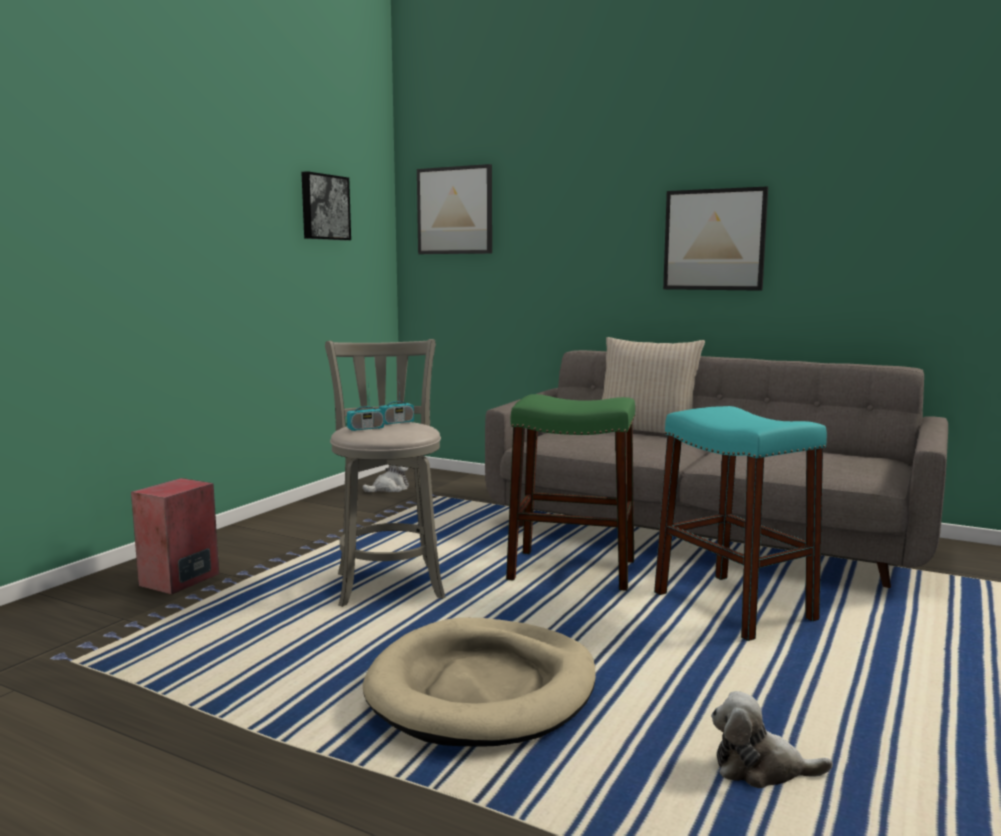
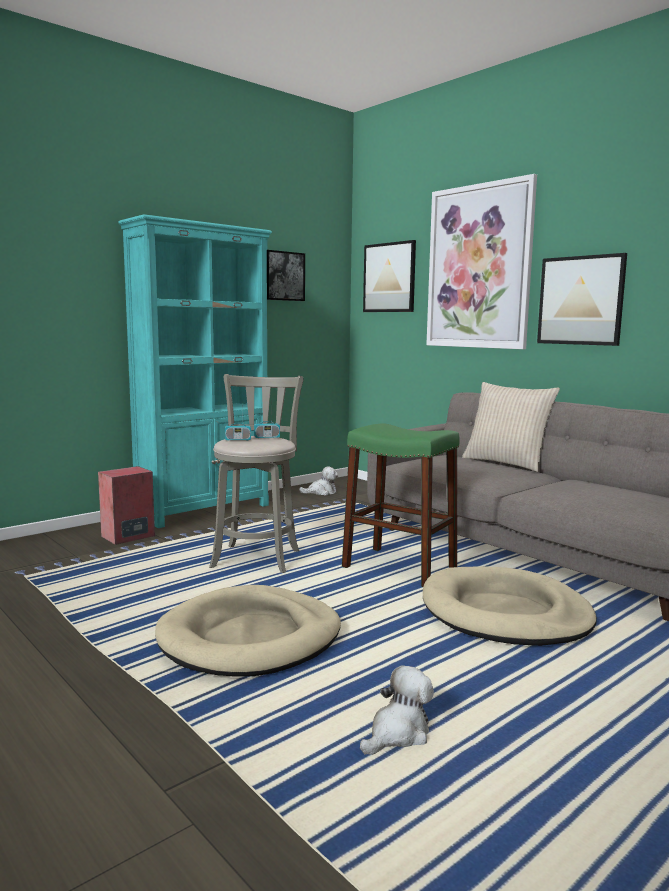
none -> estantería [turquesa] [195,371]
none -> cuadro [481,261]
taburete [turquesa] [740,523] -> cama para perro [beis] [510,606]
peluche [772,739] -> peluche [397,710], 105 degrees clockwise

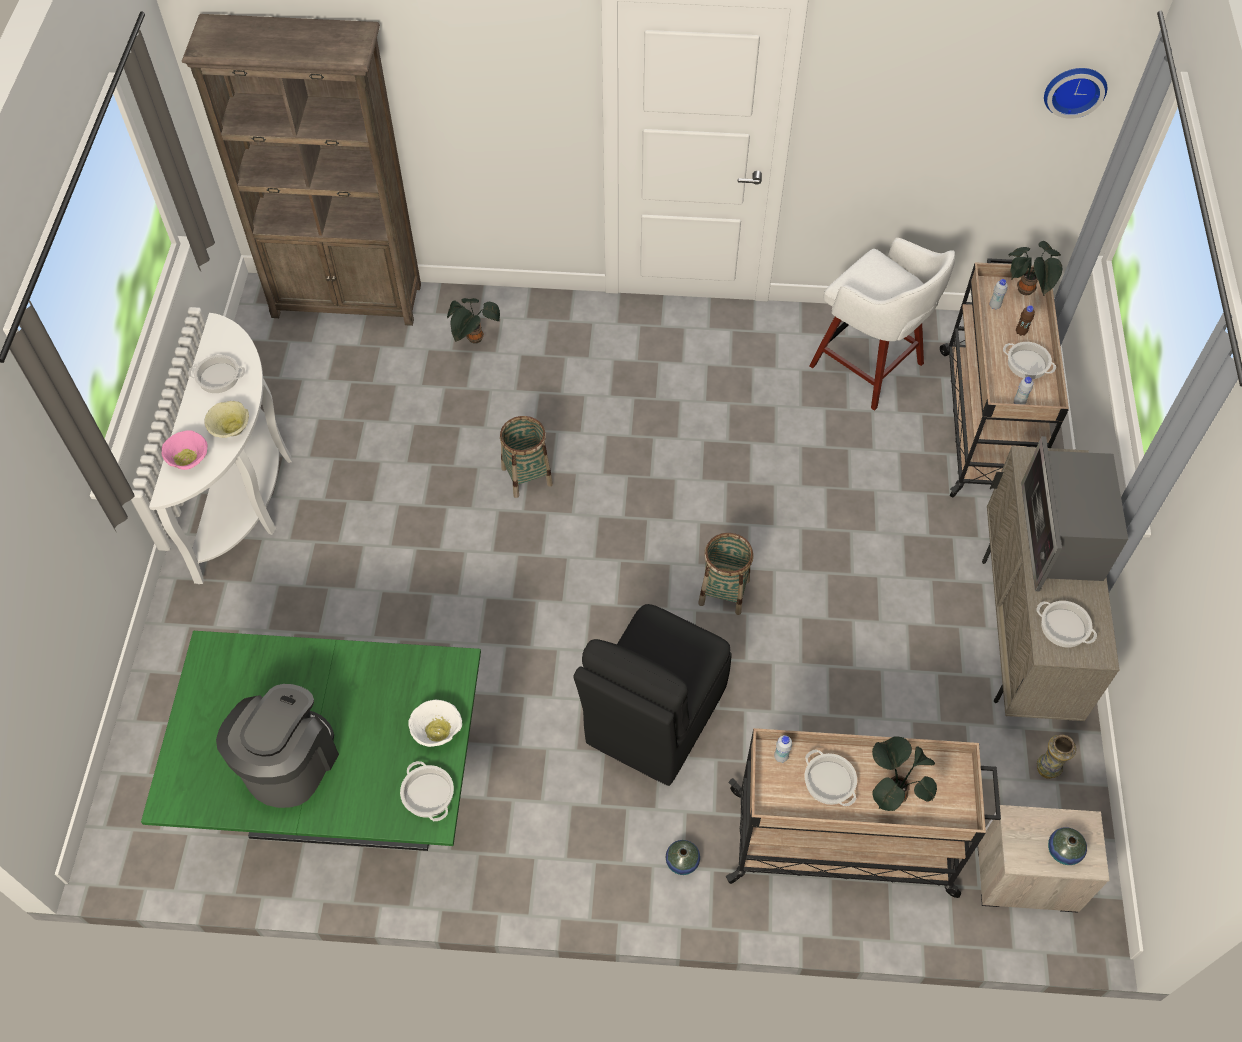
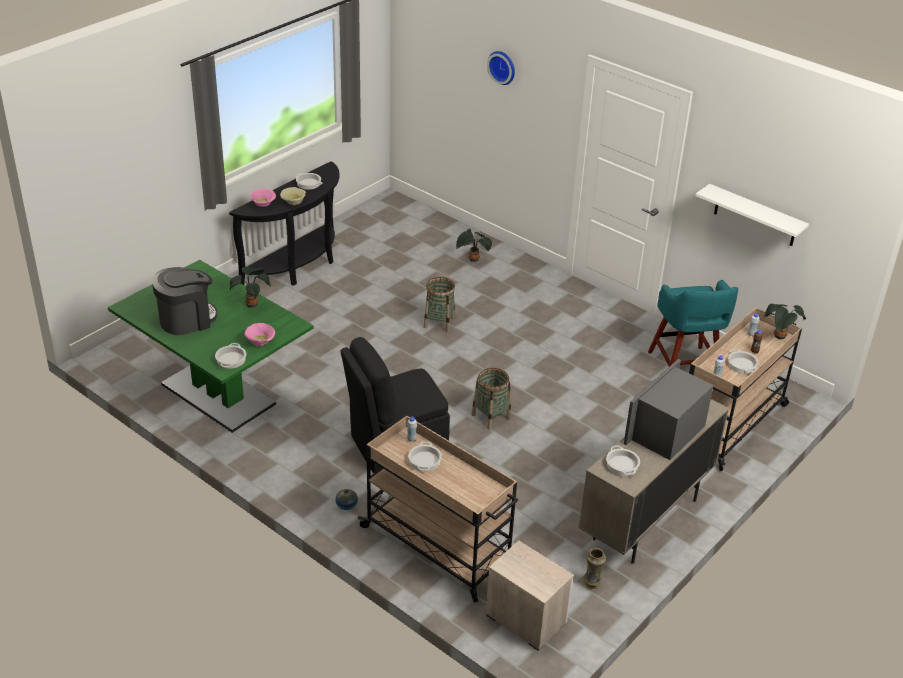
estantería [marrón] [301,170] -> none
florero [1067,846] -> none
none -> estante [blanco] [752,215]
planta en maceta [904,773] -> planta en maceta [250,287], moved
reloj de pared [1075,93] -> reloj de pared [501,68], moved
mesa consola [blanco] [220,448] -> mesa consola [negro] [284,223]
cuenco [blanco] [435,723] -> cuenco [rosa] [259,334]
taburete [blanco] [882,324] -> taburete [turquesa] [693,323]

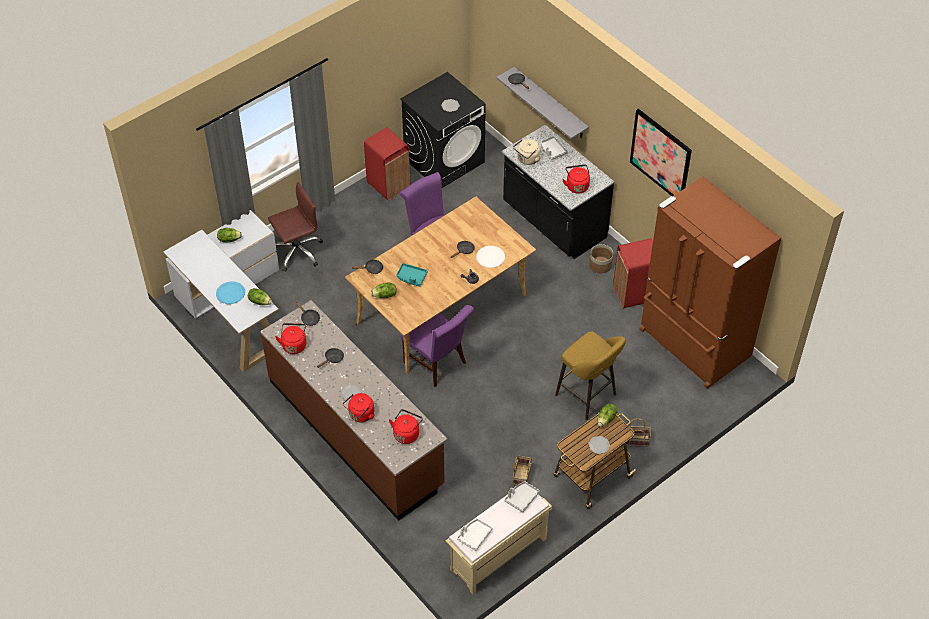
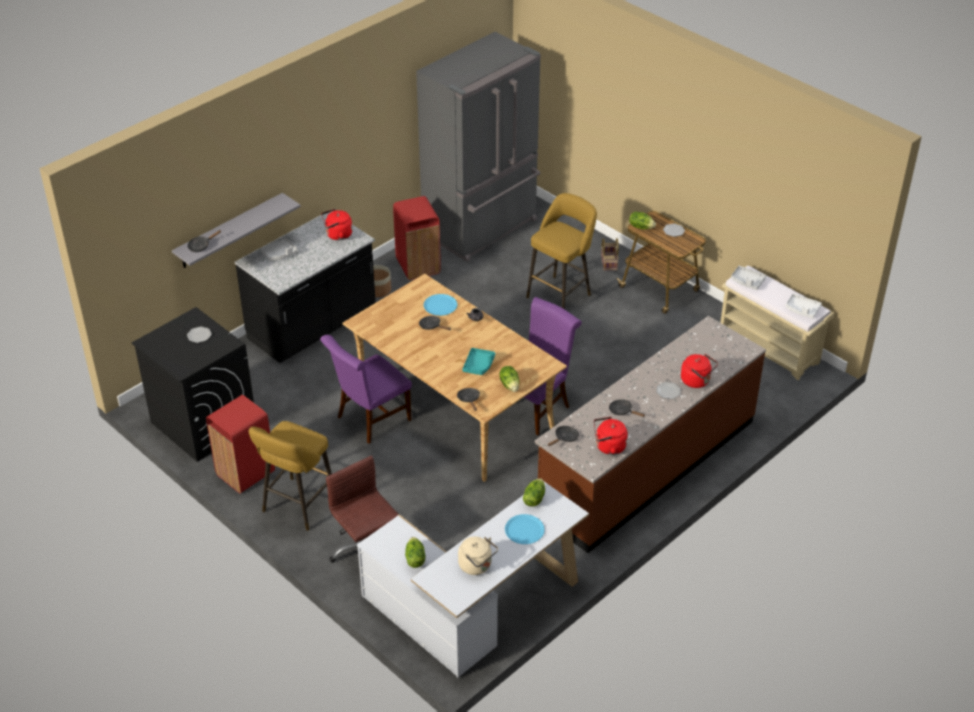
hervidor [rojo] [406,426] -> none
cesta [522,470] -> none
cuadro [661,152] -> none
none -> taburete [amarillo] [290,476]
hervidor [beis] [527,152] -> hervidor [beis] [478,556], moved
plato [blanco] [490,257] -> plato [azul] [440,305]
nevera [marrón] [710,283] -> nevera [gris] [478,147]

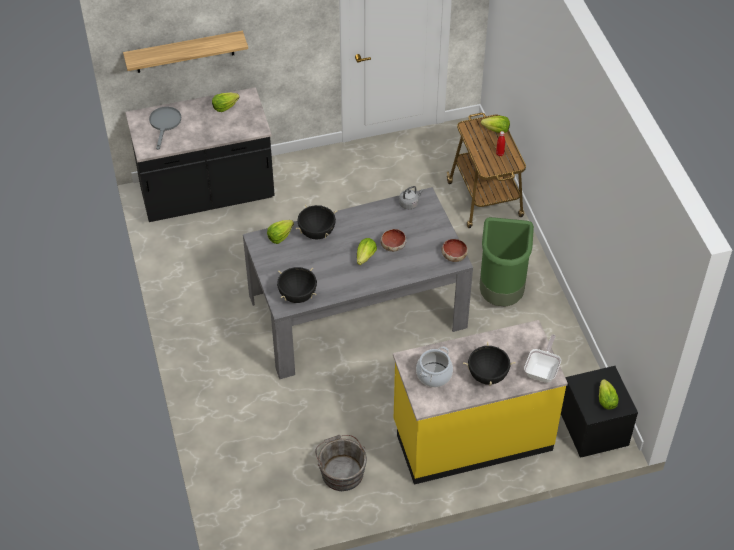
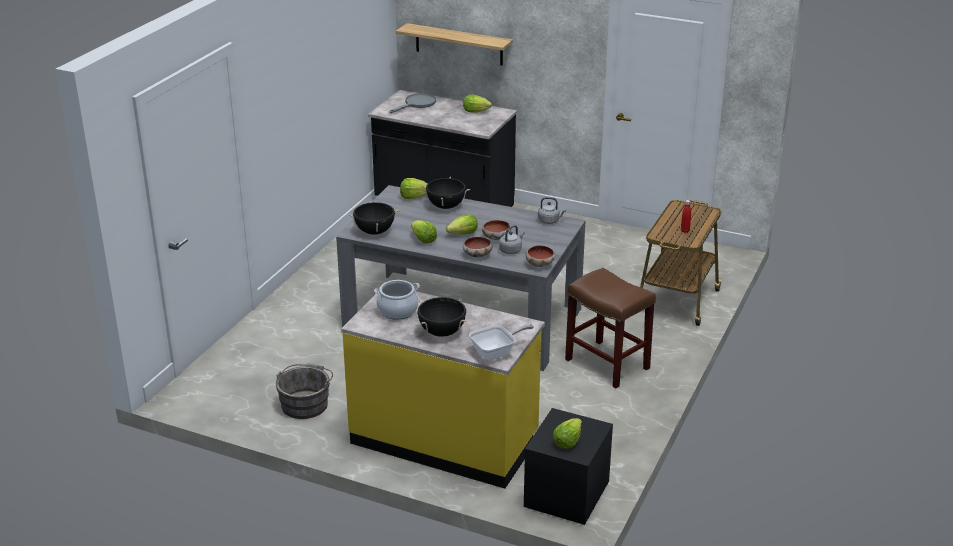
none -> cuenco [477,247]
none -> hervidor [gris] [511,239]
lechuga [495,124] -> lechuga [424,232], moved
papelera [verde] [507,262] -> taburete [marrón] [610,328]

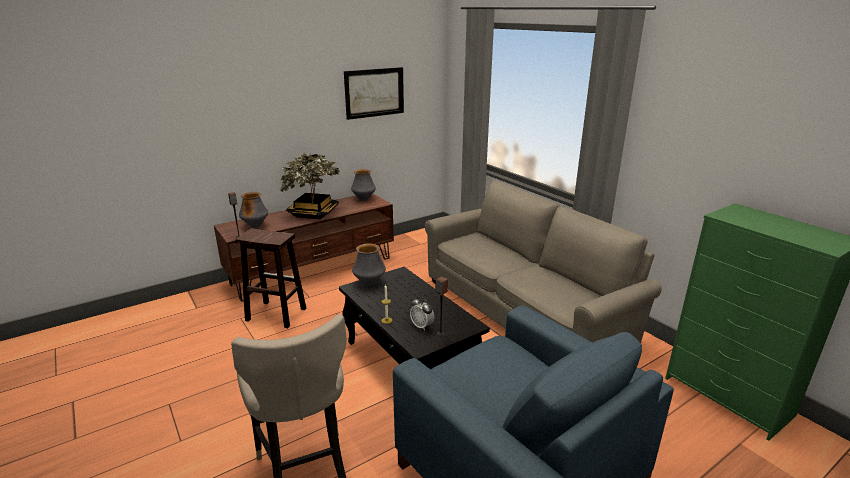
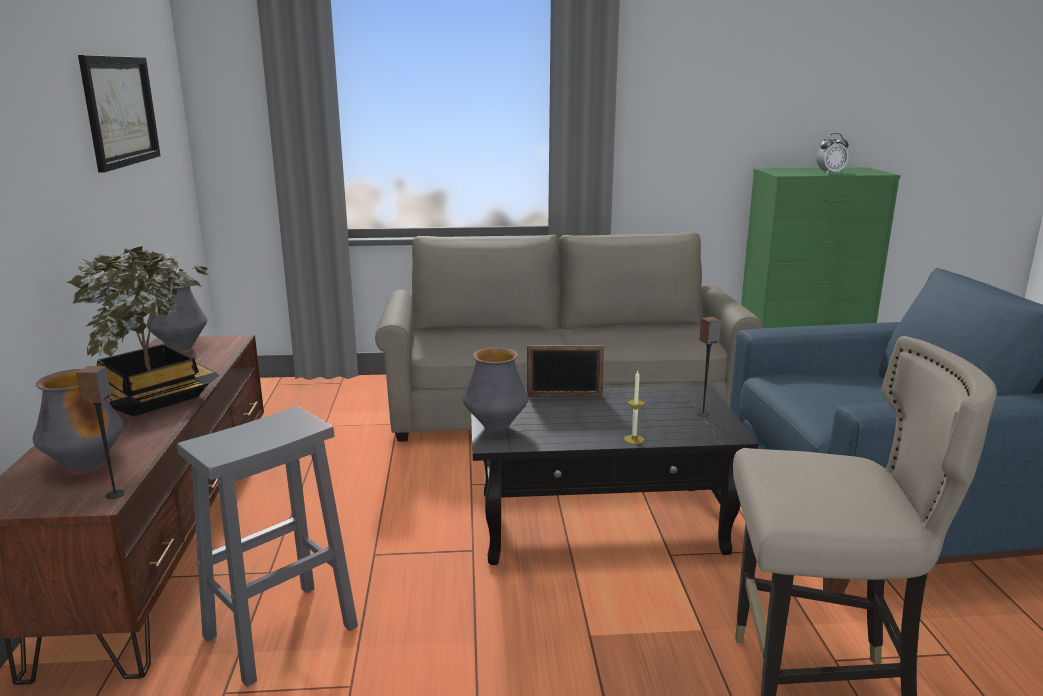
none -> portarretratos [565,371]
despertador [422,314] -> despertador [833,153], moved
taburete [marrón] [270,278] -> taburete [gris] [267,546]

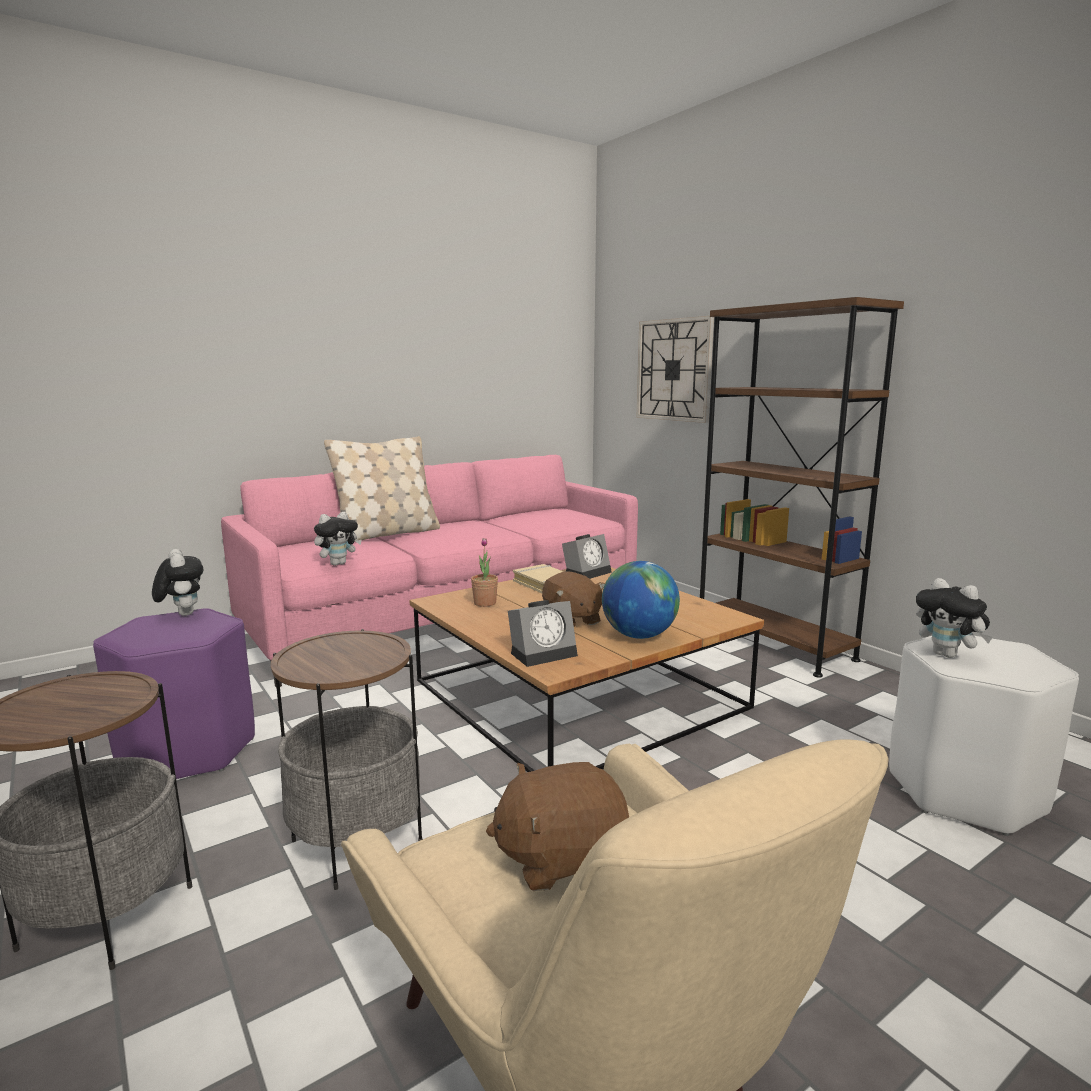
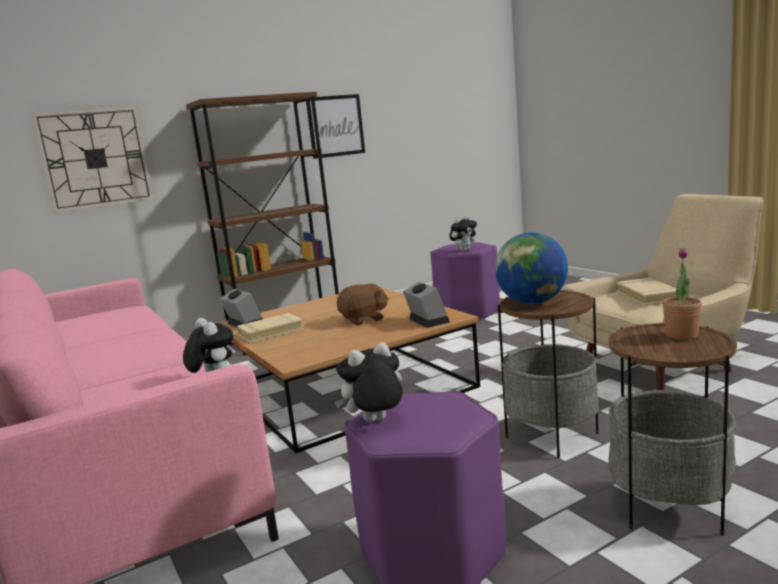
cojín [beis] [382,489] -> none
none -> cuadro [335,126]
planta en maceta [484,572] -> planta en maceta [682,293], moved
globo terráqueo [641,600] -> globo terráqueo [531,268], moved
peluche [marrón] [557,826] -> libro [beis] [646,292]
taburete [blanco] [984,736] -> taburete [morado] [465,281]

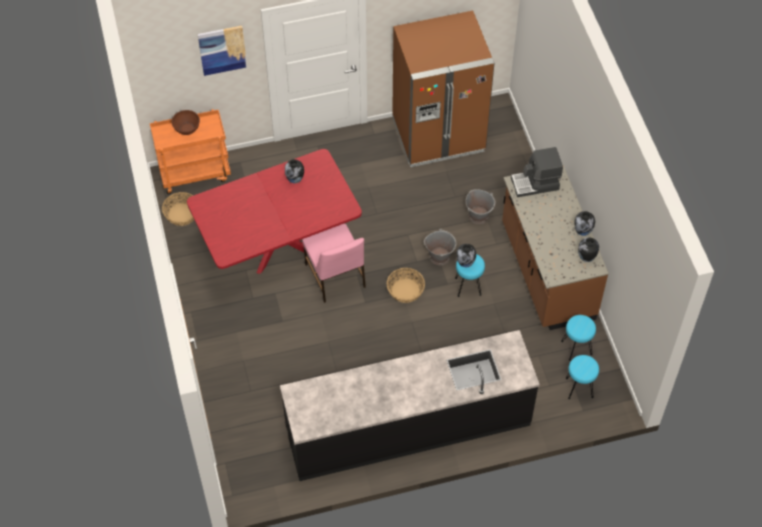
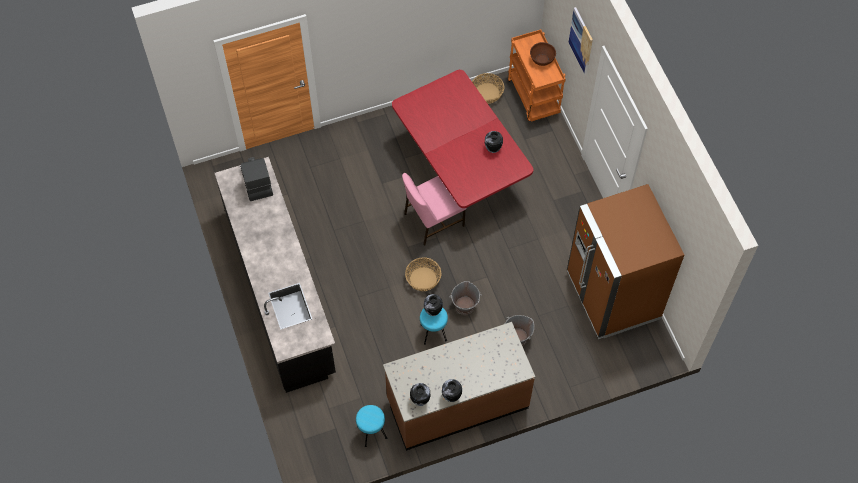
taburete [turquesa] [582,377] -> none
cafetera [537,172] -> cafetera [256,179], moved

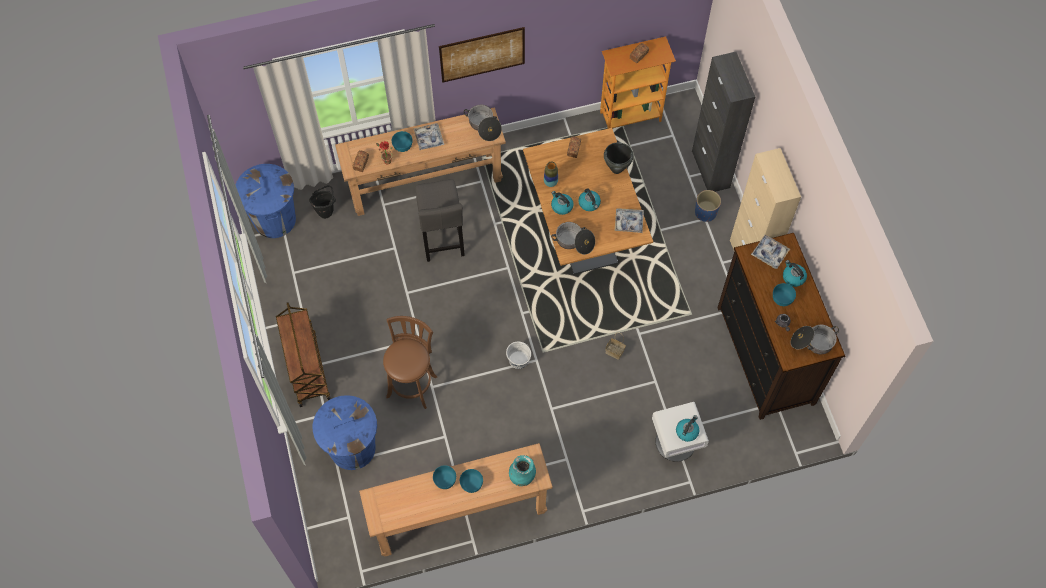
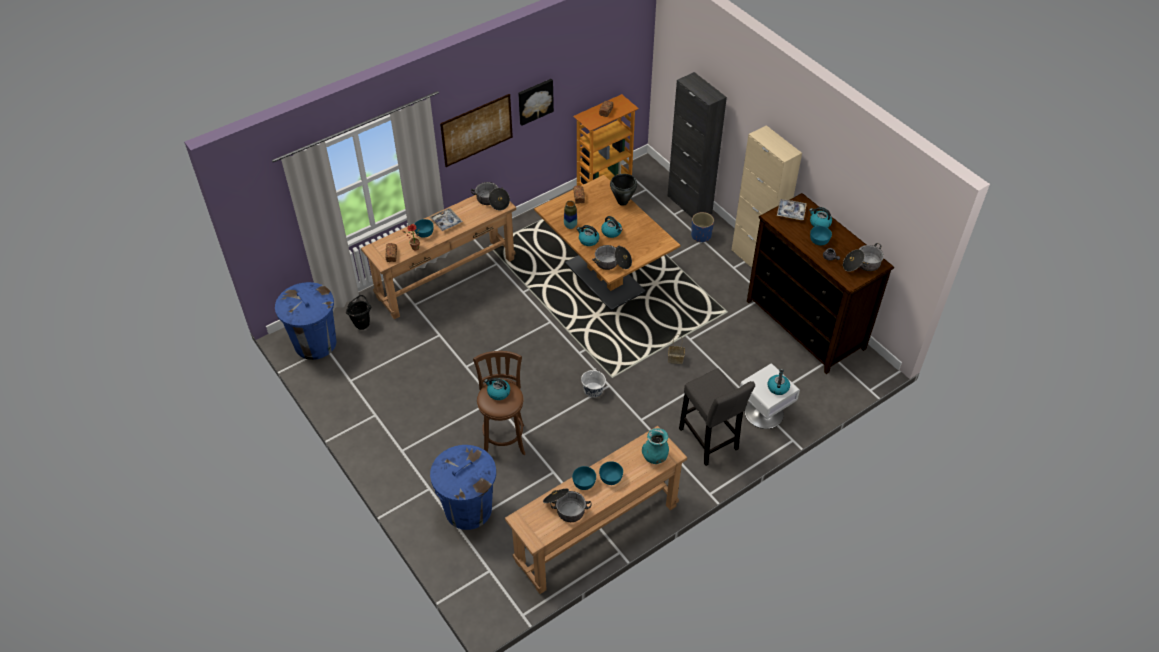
carrito [marrón] [303,354] -> none
bandeja [629,220] -> none
none -> hervidor [497,389]
none -> cuadro [536,102]
none -> olla [567,505]
taburete [gris] [440,220] -> taburete [gris] [717,417], moved

